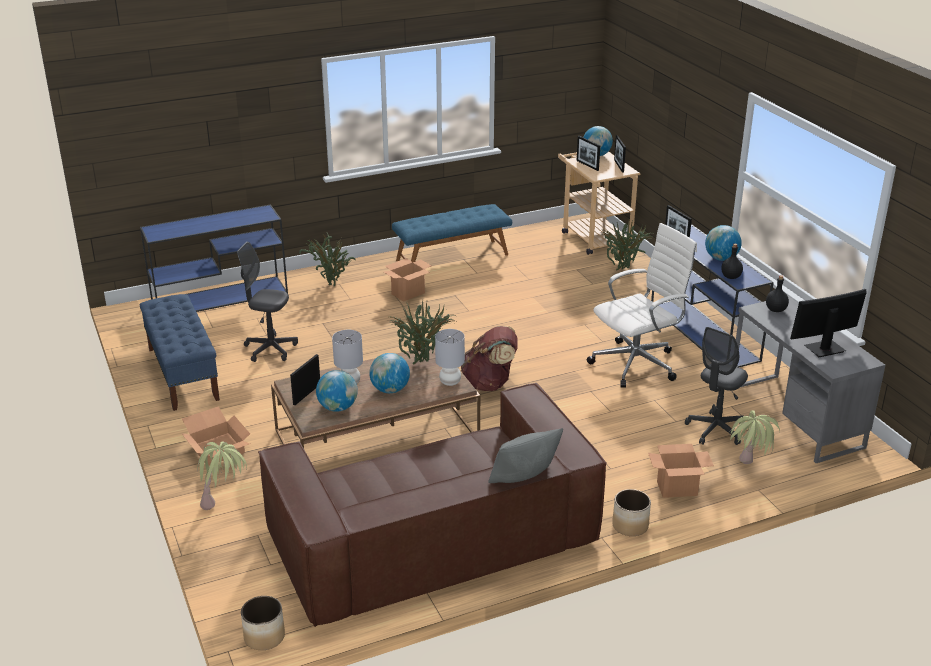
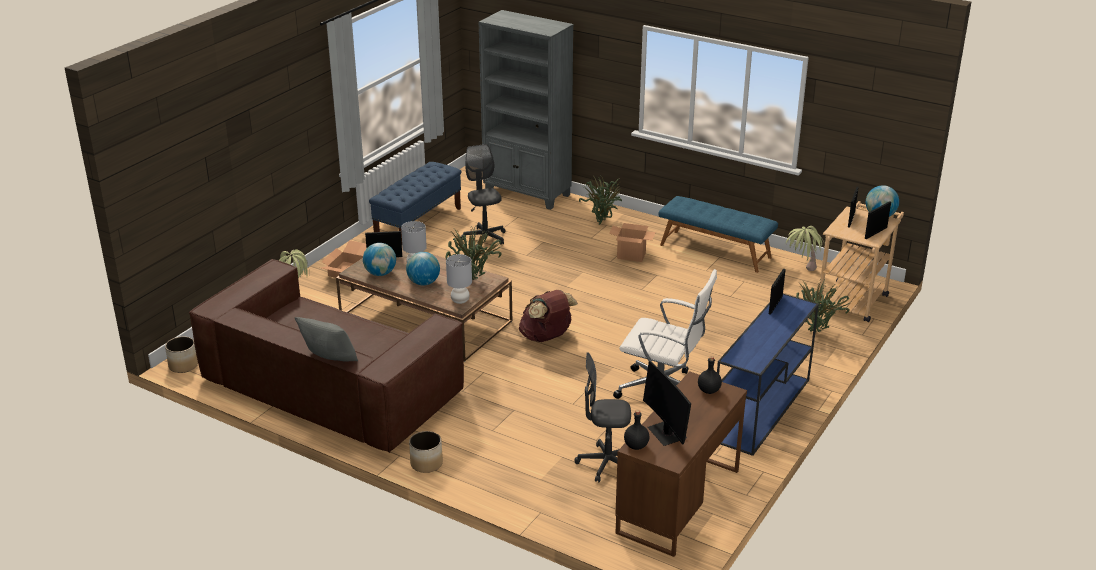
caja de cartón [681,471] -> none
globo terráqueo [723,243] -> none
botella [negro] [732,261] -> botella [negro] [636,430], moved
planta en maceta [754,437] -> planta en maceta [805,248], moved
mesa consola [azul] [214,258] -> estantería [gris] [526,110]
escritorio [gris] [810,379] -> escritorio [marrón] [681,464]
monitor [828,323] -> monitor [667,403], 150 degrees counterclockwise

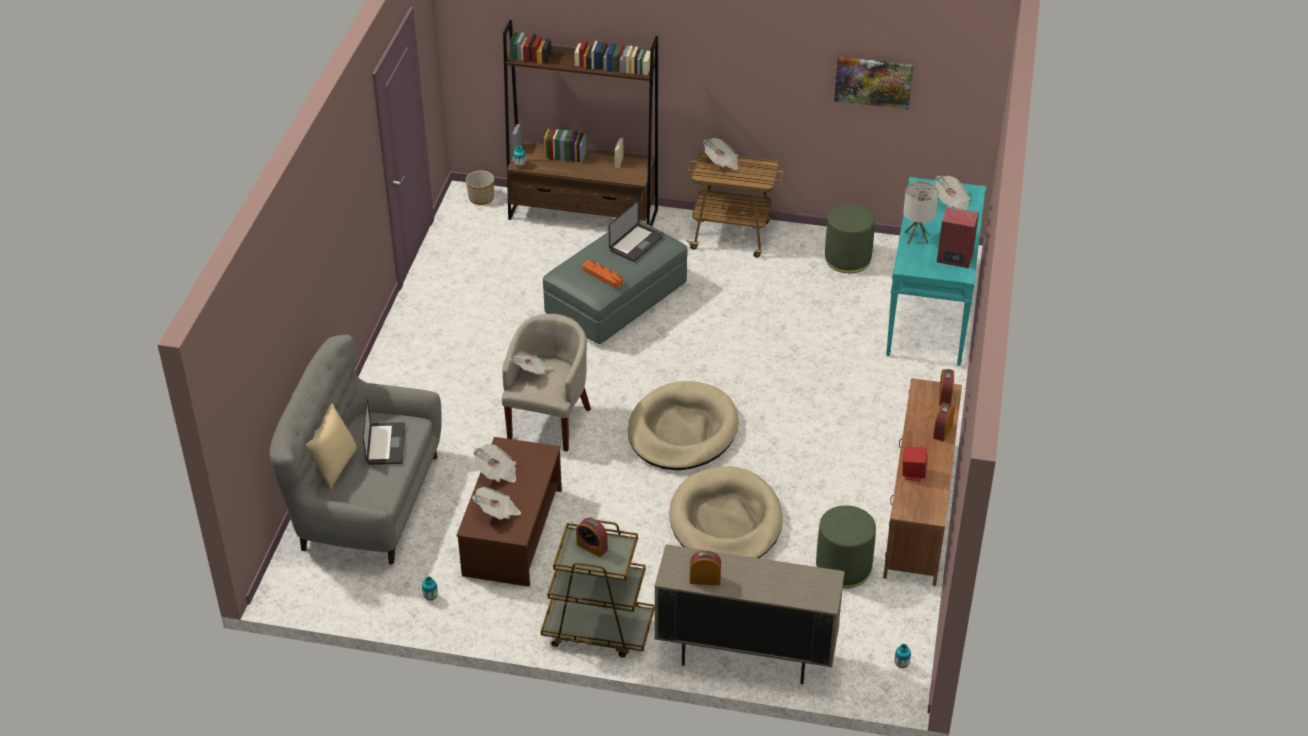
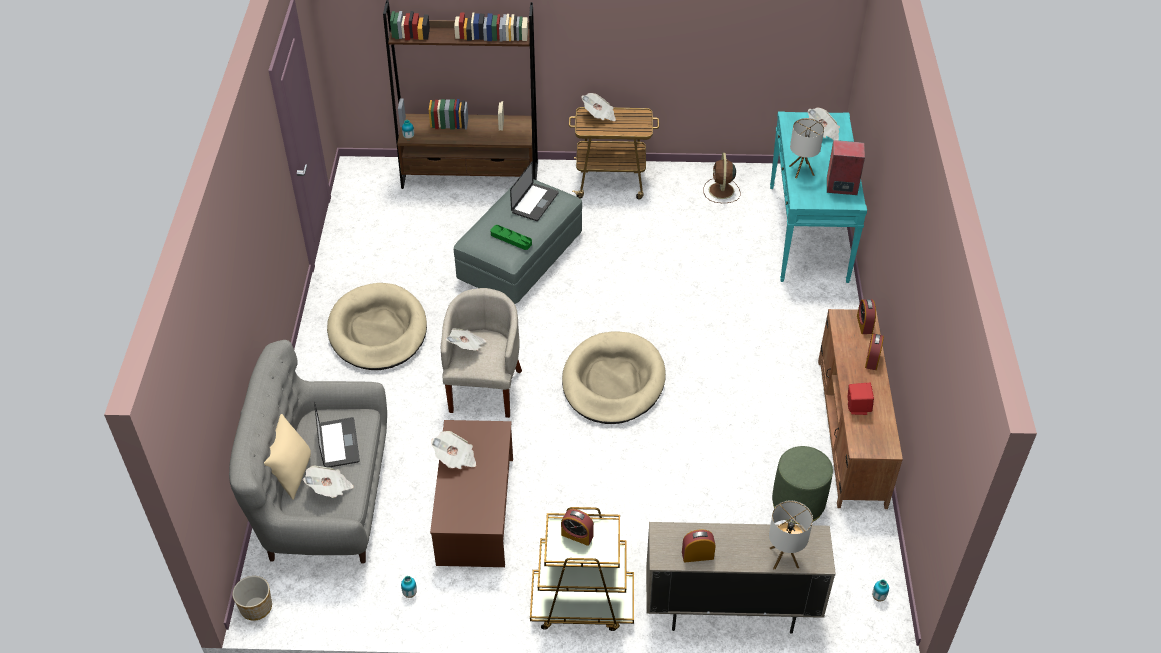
cuadro [874,83] -> none
none -> lámpara de mesa [791,535]
maceta [480,188] -> maceta [252,598], moved
periódico [496,503] -> periódico [328,481], moved
cama para perro [beis] [726,512] -> cama para perro [beis] [377,326], moved
puf [verde] [850,238] -> ventilador [marrón] [722,178]
bandeja [naranja] [603,274] -> bandeja [verde] [511,237]

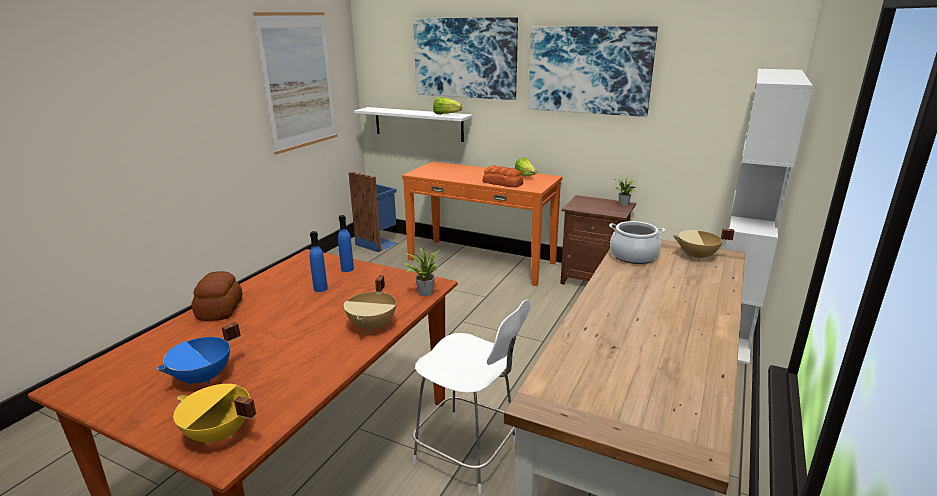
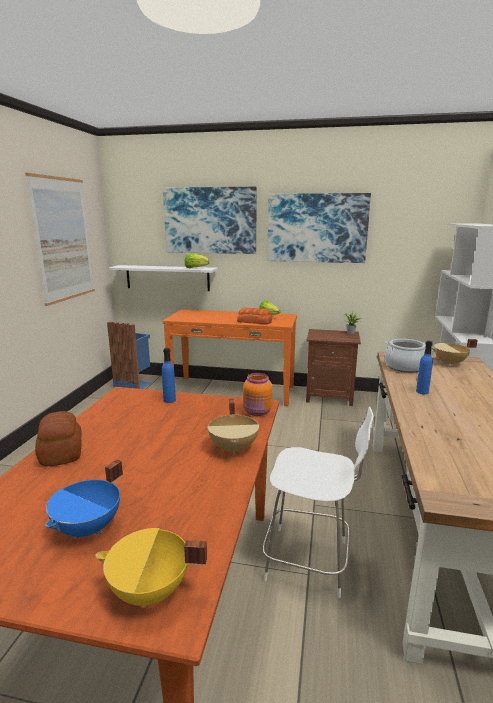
botella [azul] [318,261] -> botella [azul] [424,367], moved
planta en maceta [422,271] -> tarro [naranja] [257,394]

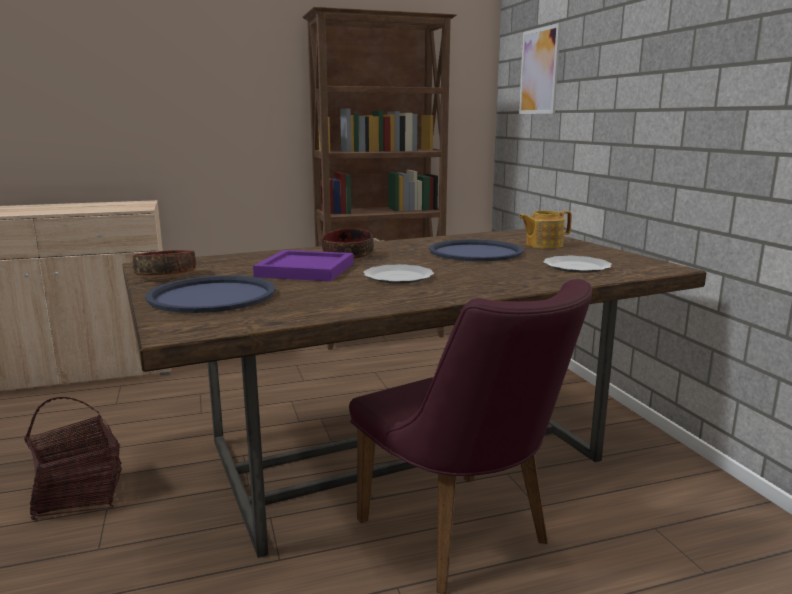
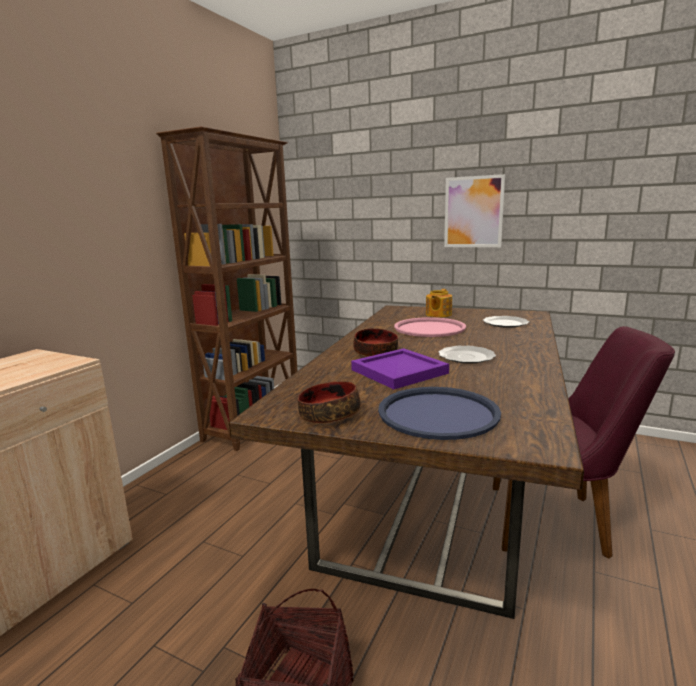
cuadro [540,68] -> cuadro [474,210], moved
bandeja [azul] [476,250] -> bandeja [rosa] [430,327]

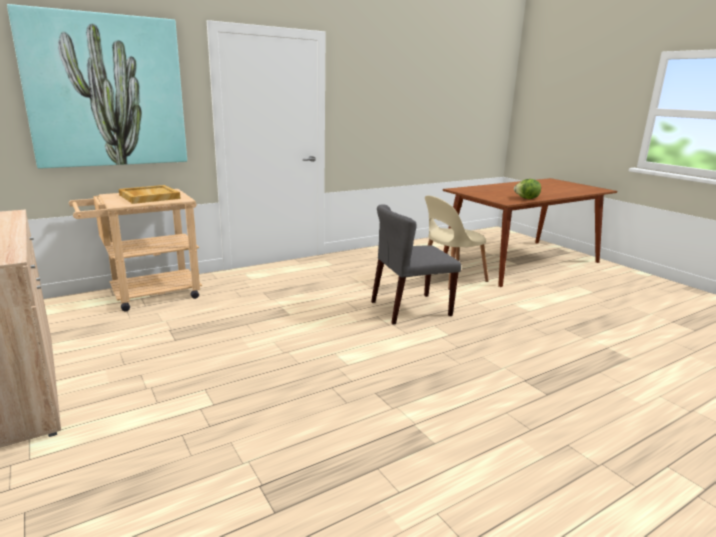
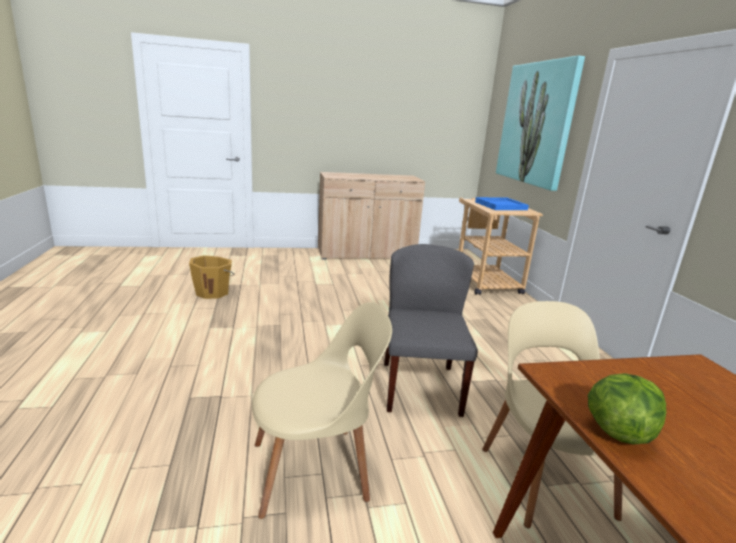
none -> cubo [naranja] [211,277]
none -> silla [beis] [322,410]
bandeja [beis] [150,194] -> bandeja [azul] [502,203]

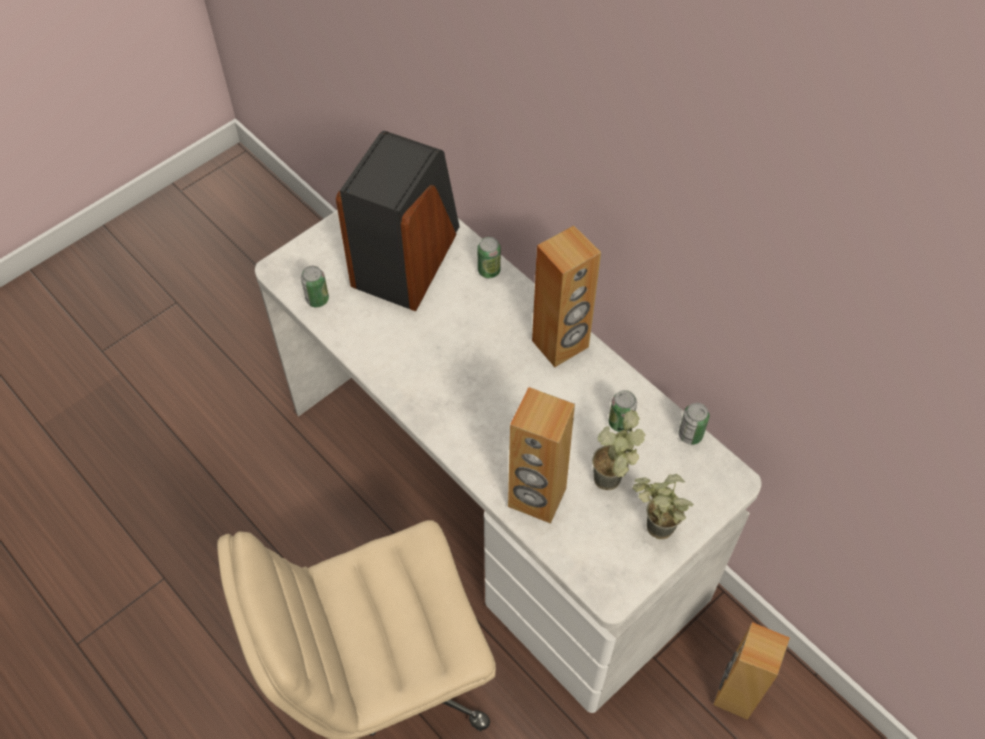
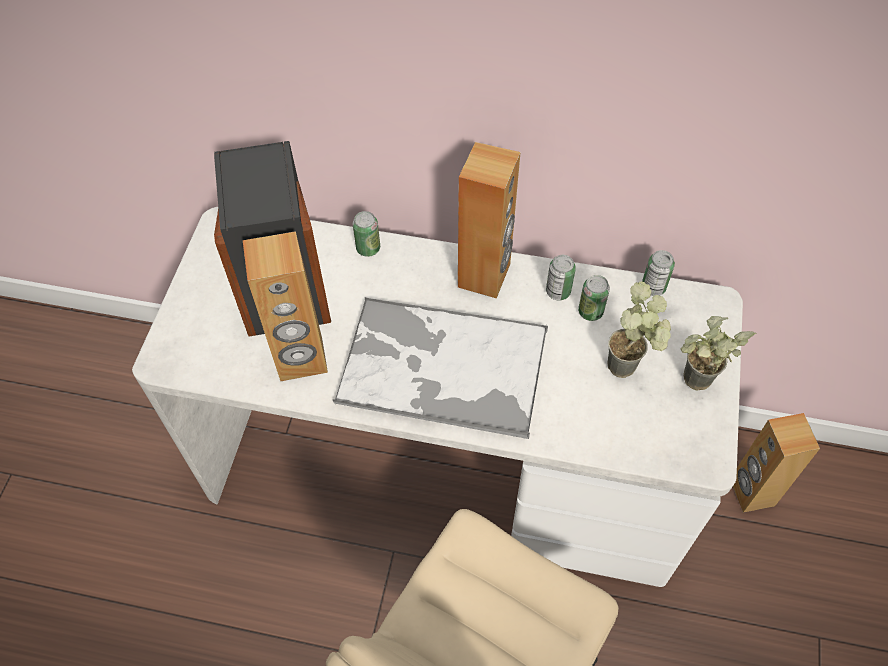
none -> bandeja [440,368]
lata [315,286] -> lata [561,277], moved
altavoz [marrón] [541,455] -> altavoz [marrón] [285,306], moved

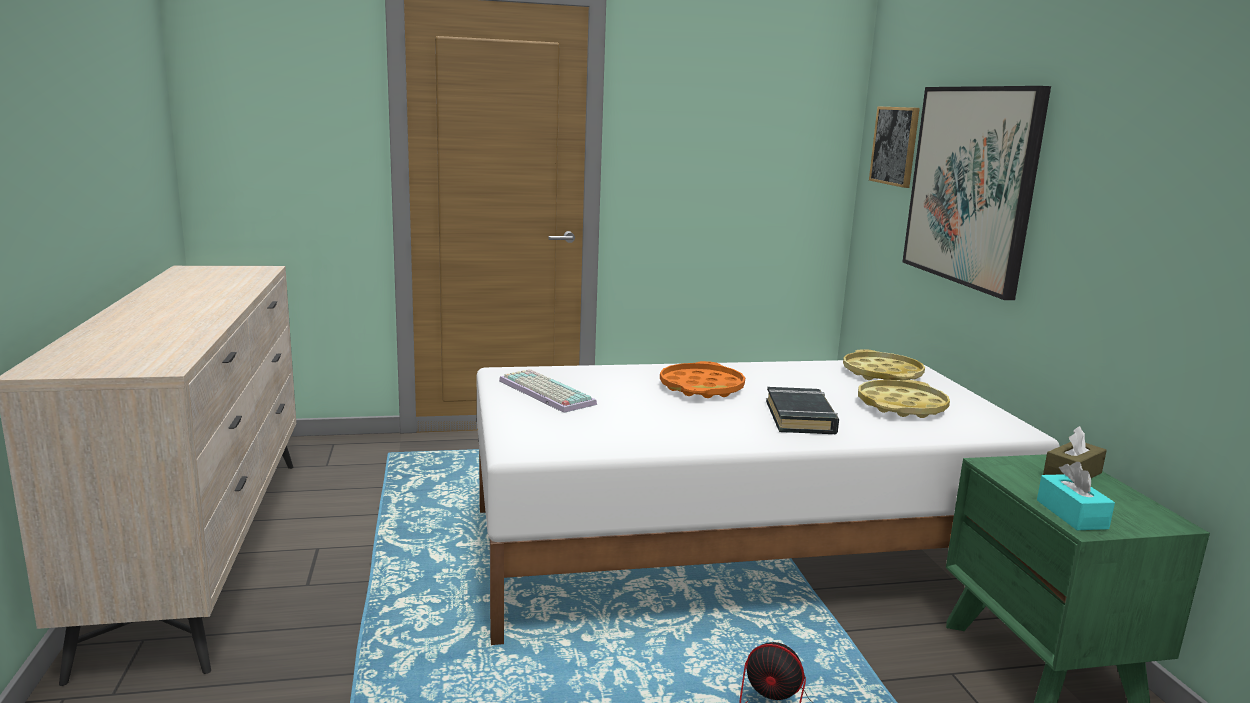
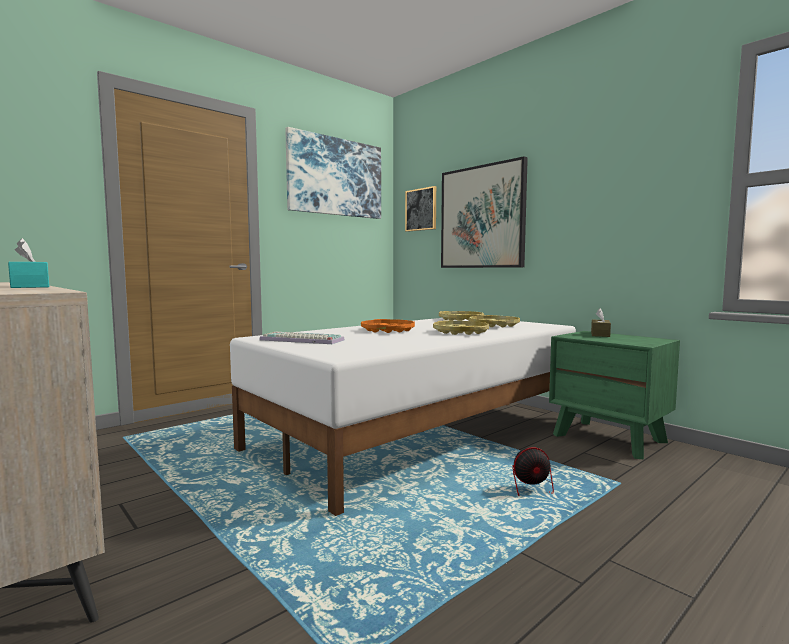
none -> cuadro [333,173]
caja de pañuelos [turquesa] [1076,496] -> caja de pañuelos [turquesa] [28,263], moved
libro [negro] [802,410] -> bandeja [amarillo] [461,328]

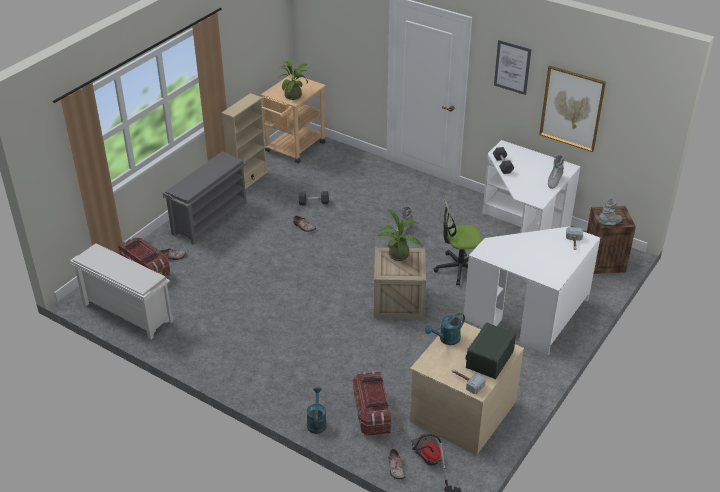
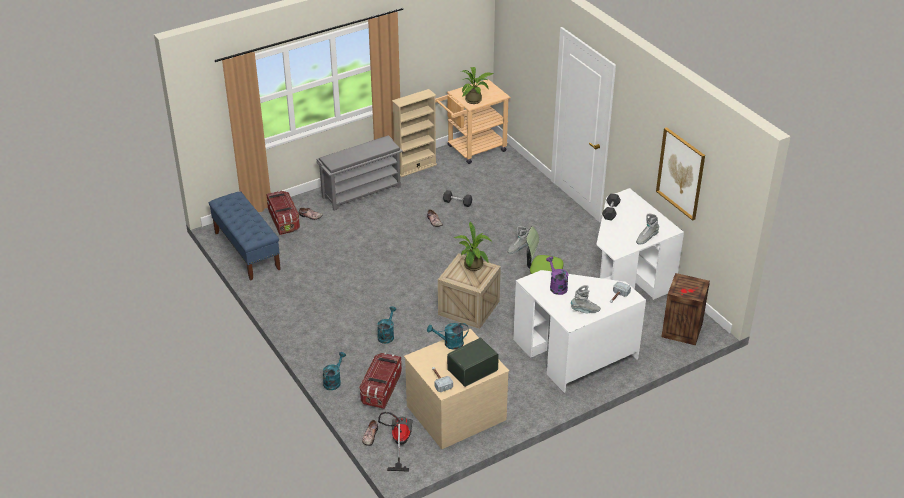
cuadro [512,67] -> none
none -> regadera [turquesa] [386,325]
none -> regadera [morado] [557,275]
bota [gris] [610,211] -> bota [gris] [586,299], moved
zapatero [blanco] [121,291] -> banco [azul] [245,236]

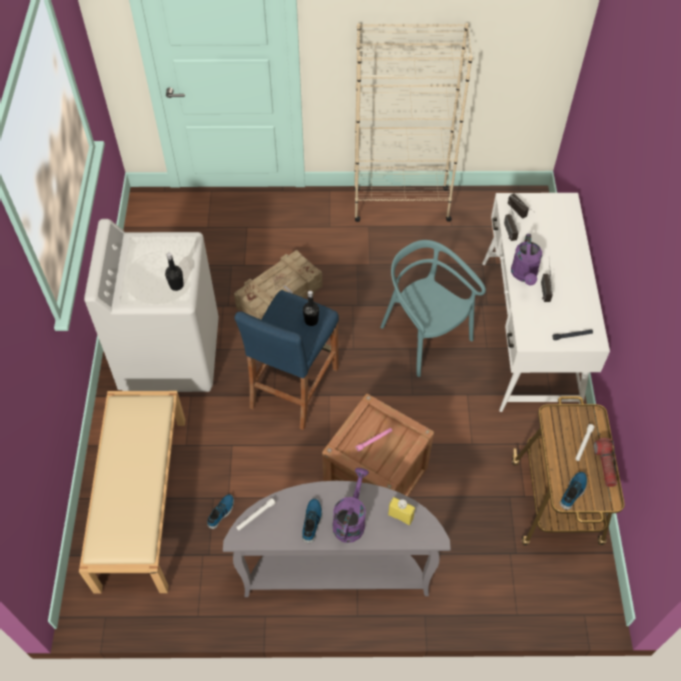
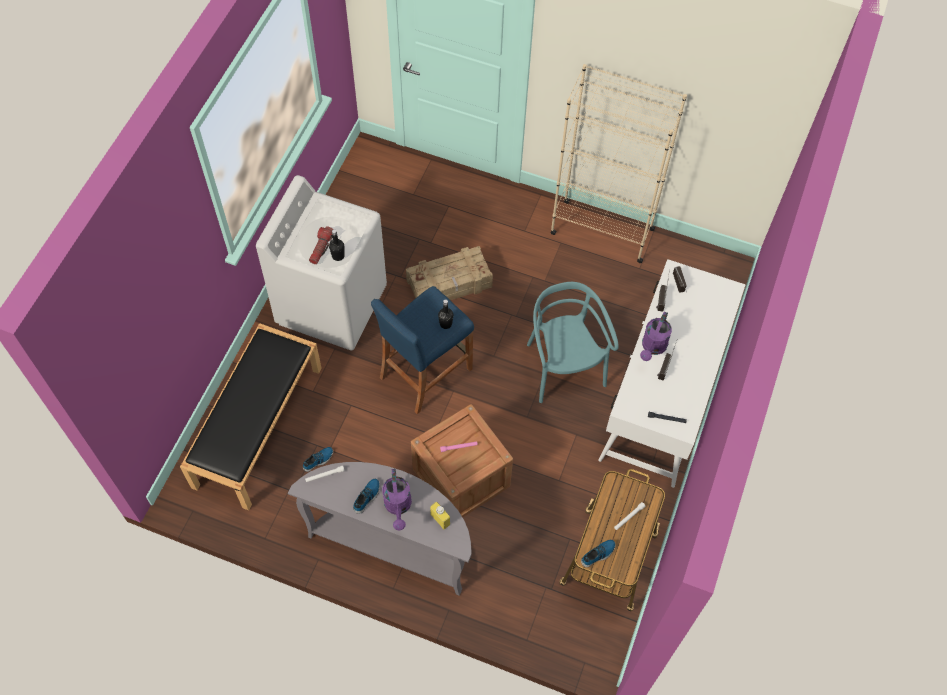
linterna [605,462] -> linterna [321,245], moved
banco [beis] [132,492] -> banco [negro] [251,416]
regadera [morado] [351,505] -> regadera [morado] [397,500], 135 degrees clockwise

